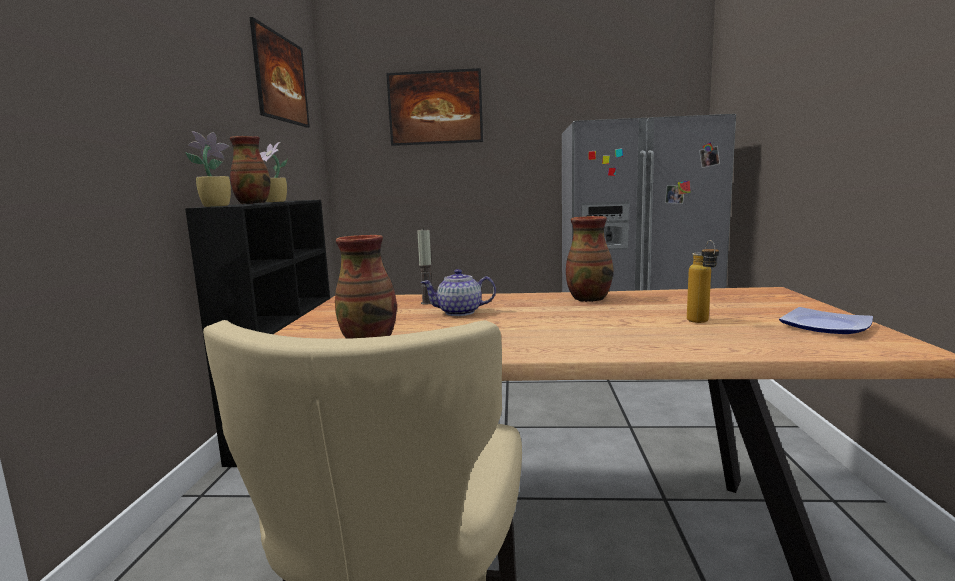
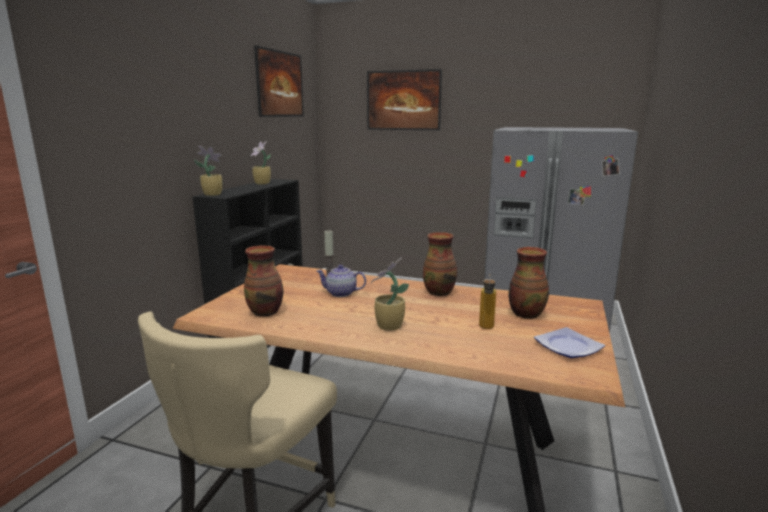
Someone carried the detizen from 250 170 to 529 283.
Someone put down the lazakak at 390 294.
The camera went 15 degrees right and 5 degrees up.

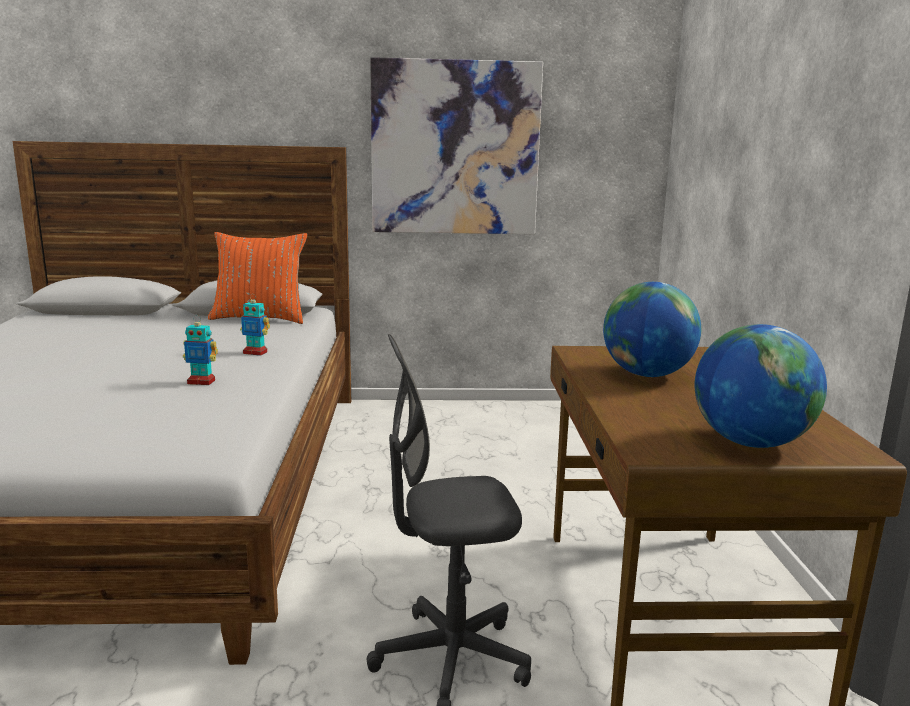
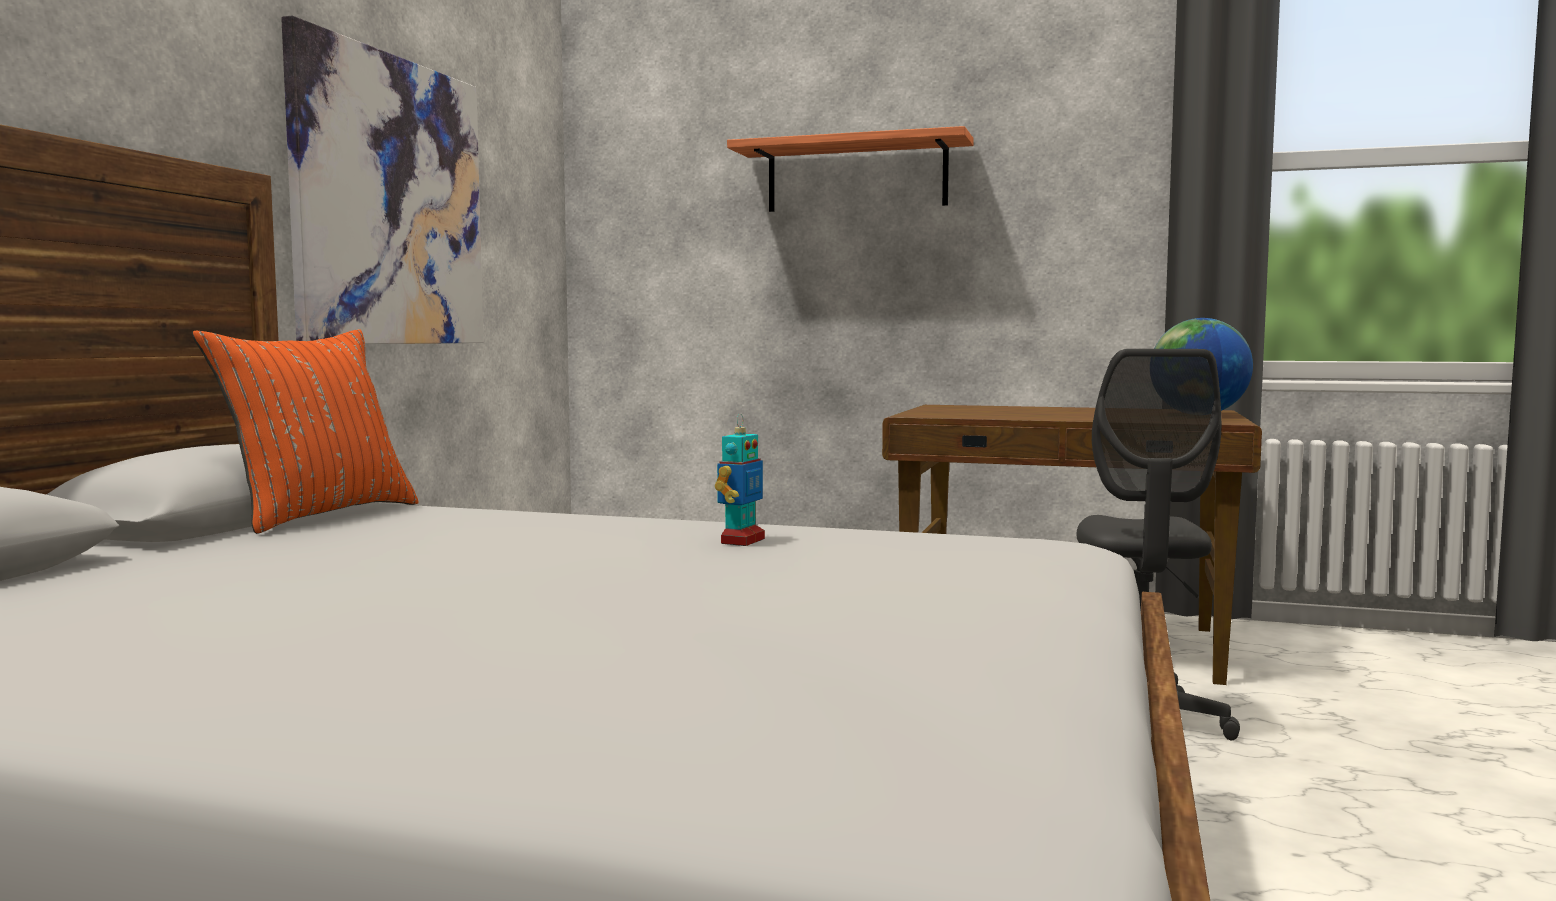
Someone took away the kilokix at 255 326.
Someone took away the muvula at 652 329.
Someone put up the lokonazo at 850 169.
The camera went 70 degrees left and 10 degrees down.

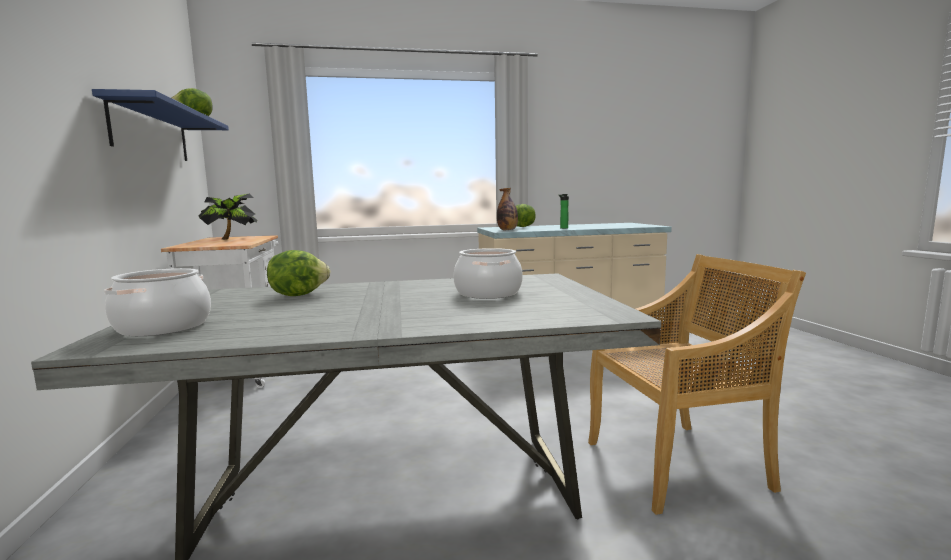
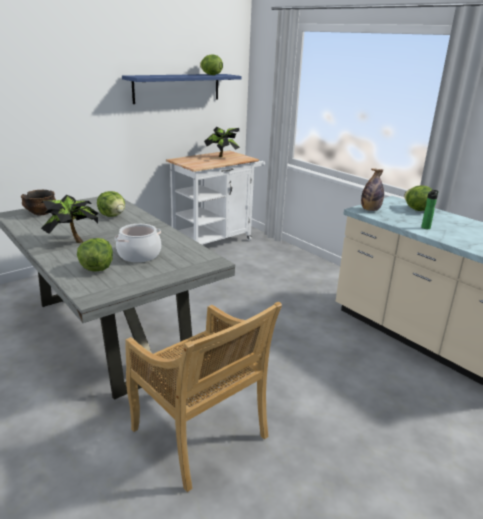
Someone swapped the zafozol at 157 302 for the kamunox at 38 202.
Someone put down the lazakak at 69 219.
Someone put down the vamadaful at 95 254.
The camera went 60 degrees right and 15 degrees up.

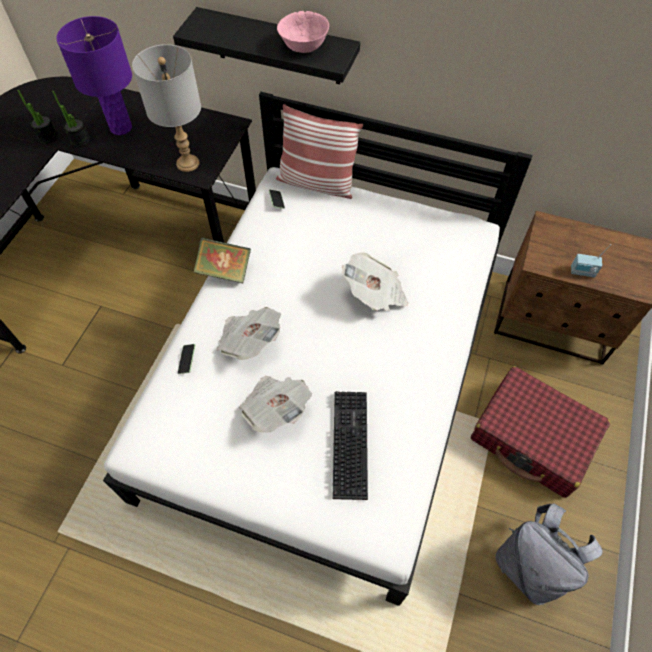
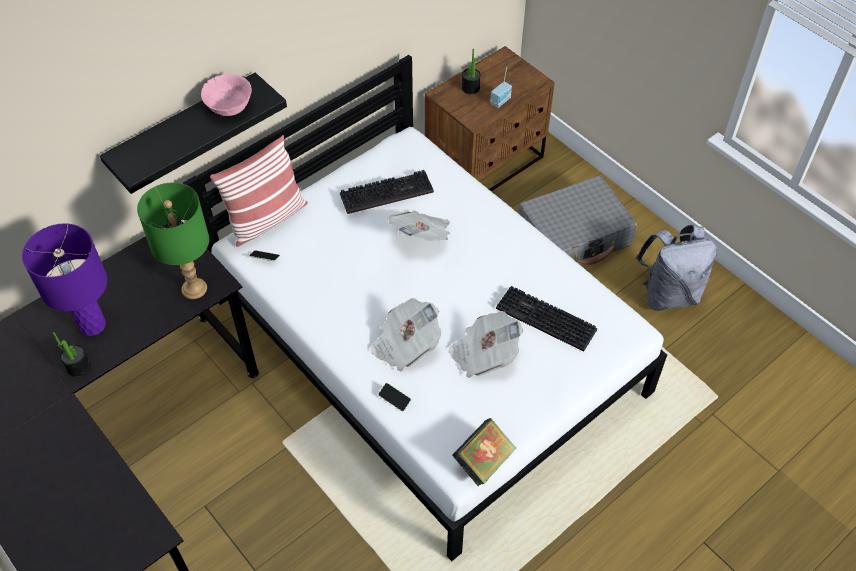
Someone carried the lazakak from 38 117 to 471 71.
Someone repainted the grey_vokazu at 166 108, which became the green_vokazu at 173 240.
Someone carried the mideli from 222 261 to 484 452.
Someone repainted the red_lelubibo at 540 432, which became the grey_lelubibo at 577 220.
Someone put down the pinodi at 387 192.
The camera went 60 degrees left and 5 degrees down.

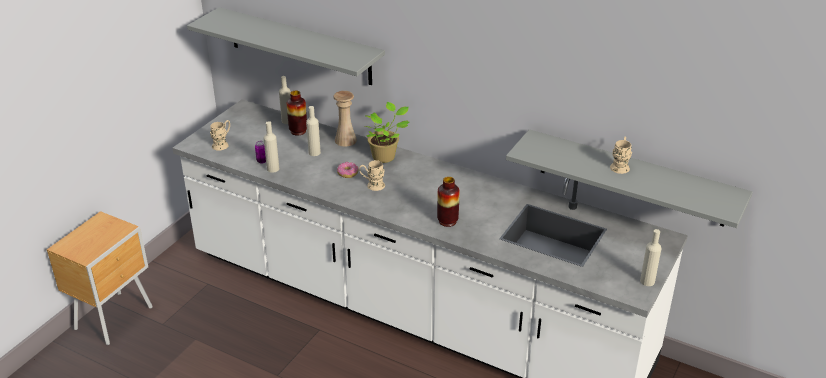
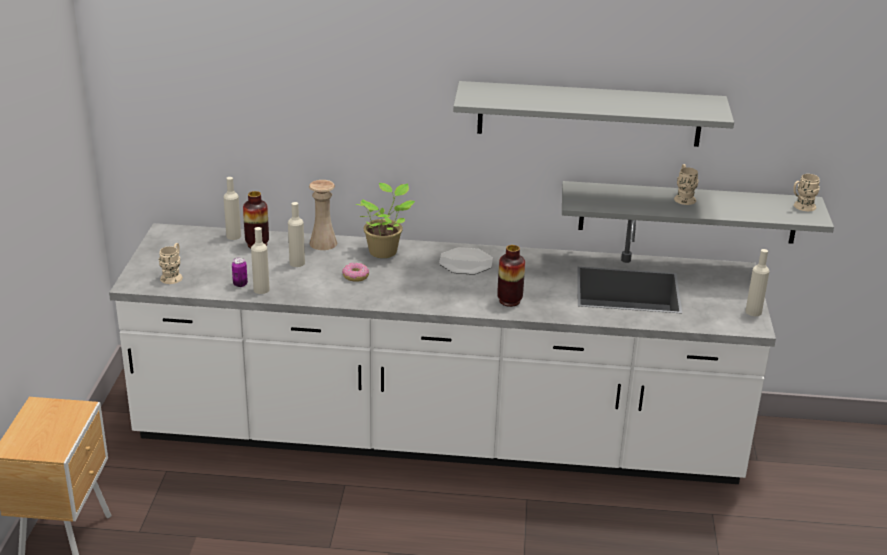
Someone carried the grey_lokonazo from 286 46 to 593 114.
Someone carried the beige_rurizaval from 372 175 to 806 192.
Someone put down the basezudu at 466 261.
The camera went 25 degrees left and 5 degrees down.

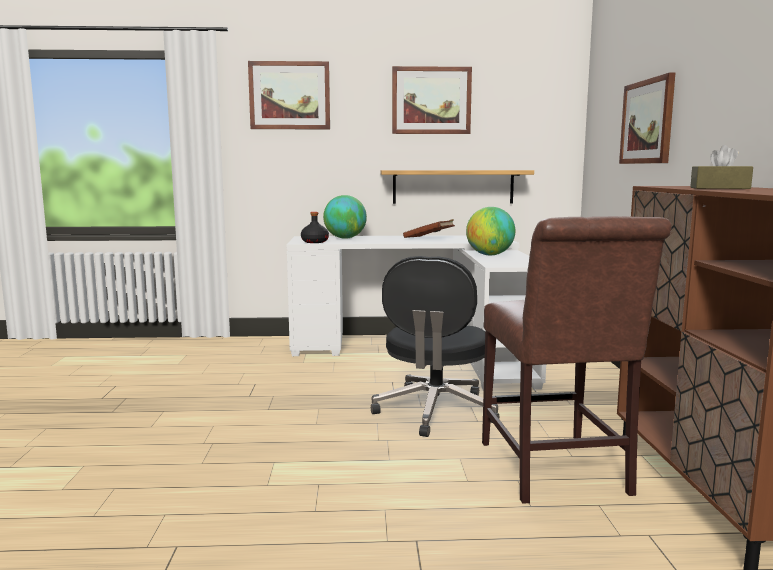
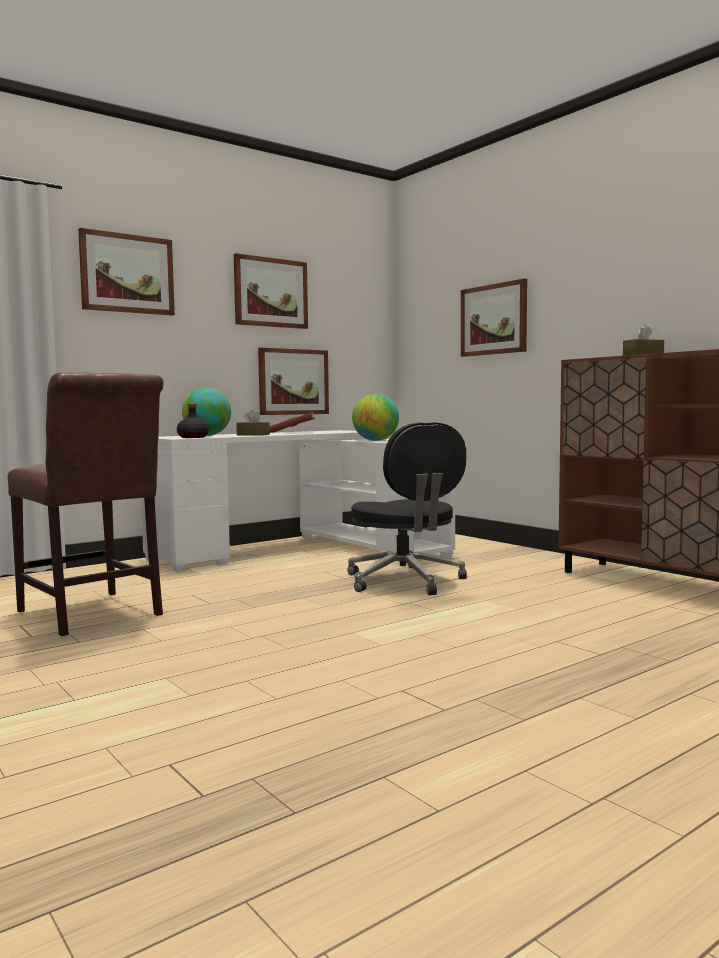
Someone swapped the lokonazo at 457 187 for the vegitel at 293 381.
Someone carried the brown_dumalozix from 577 360 to 85 504.
Someone put down the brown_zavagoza at 253 422.
The camera went 35 degrees left and 5 degrees down.

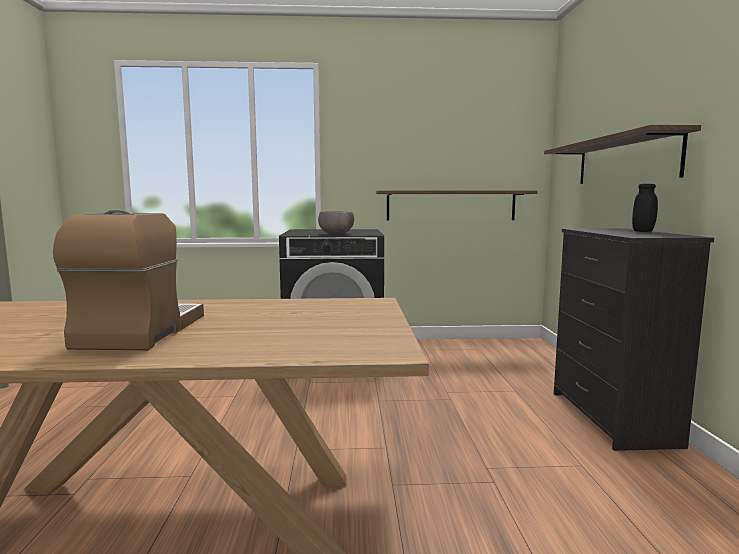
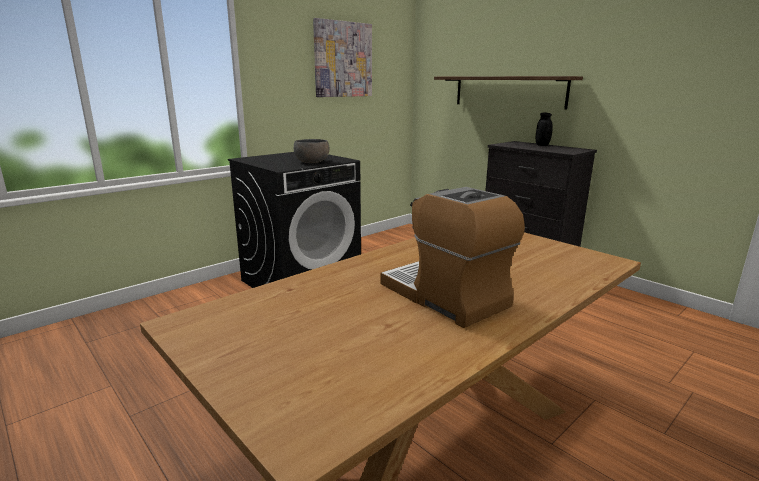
Someone took away the lokonazo at 457 205.
Someone put up the vegitel at 342 57.
The camera went 40 degrees left and 10 degrees up.

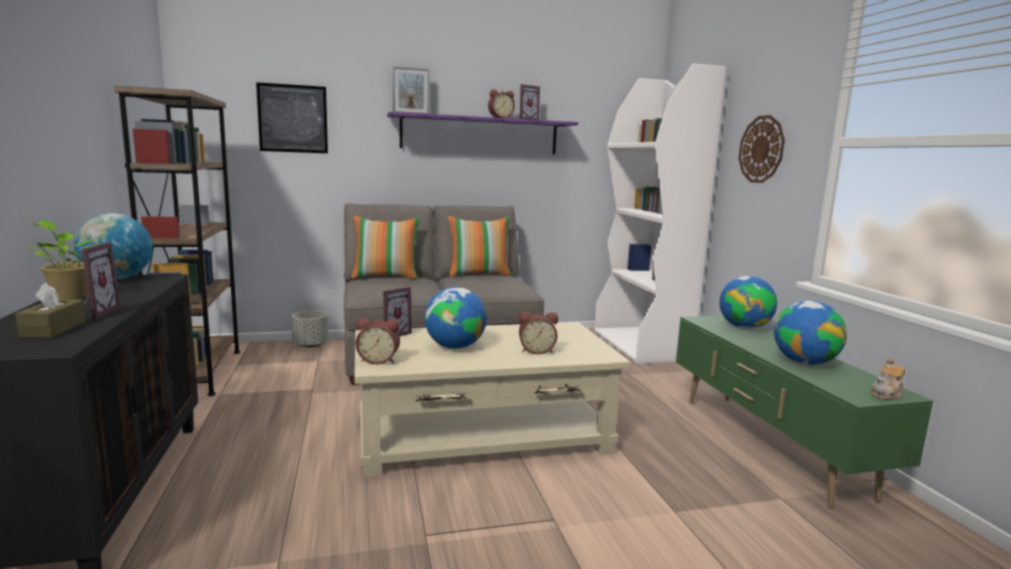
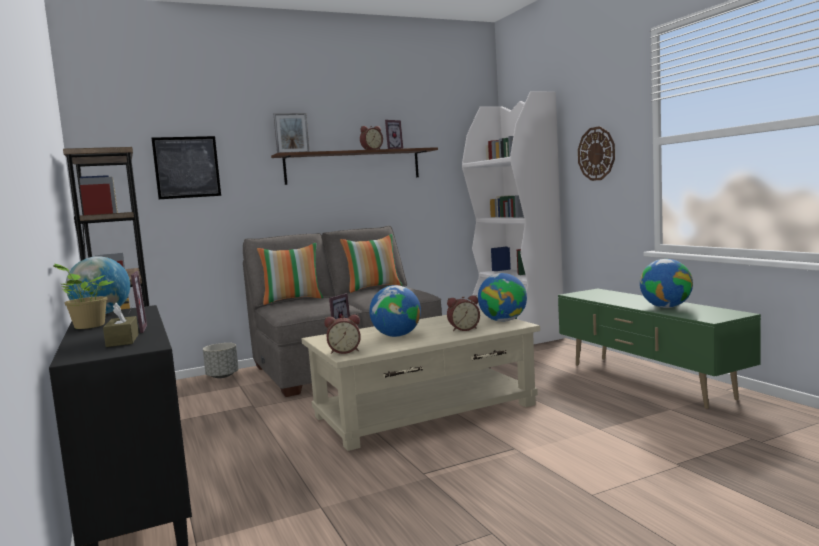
Someone repainted the purple_lokonazo at 482 133, which became the brown_lokonazo at 354 166.
Someone carried the muvula from 748 302 to 502 297.
Someone took away the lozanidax at 888 379.
The camera went 10 degrees left and 5 degrees down.

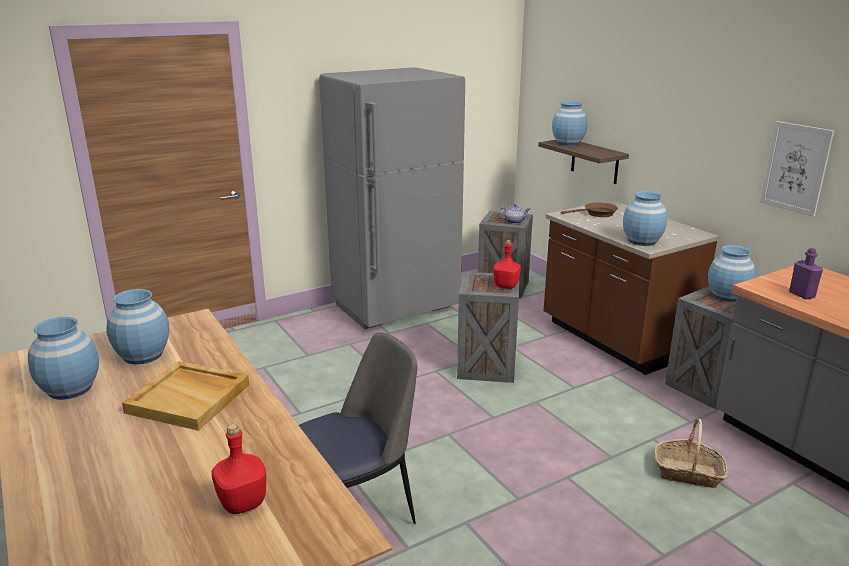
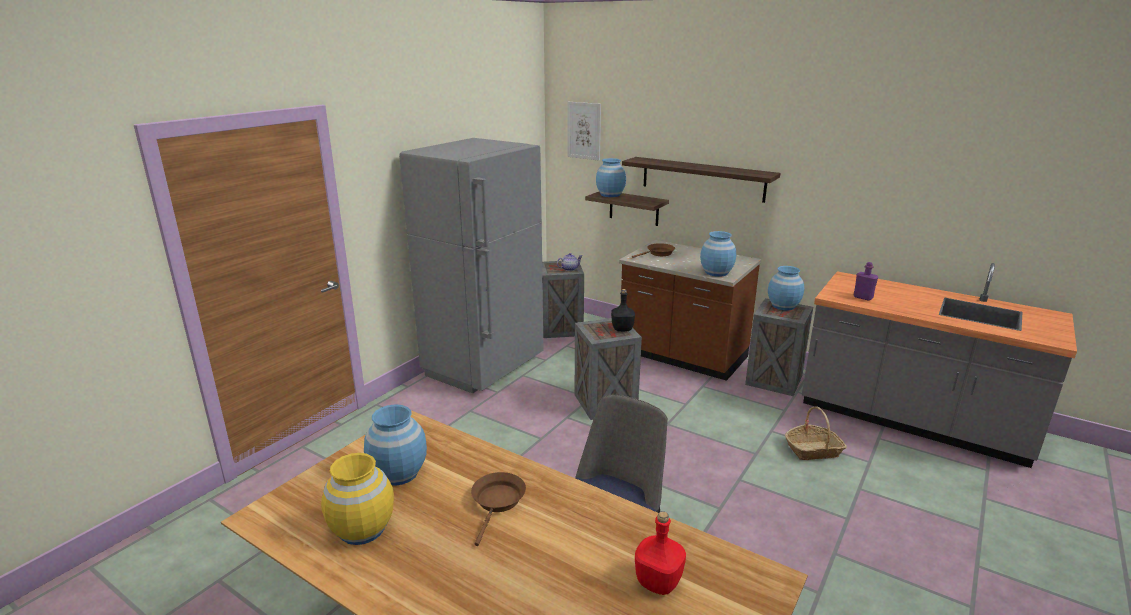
Someone repainted the blue_detizen at 63 358, which became the yellow_detizen at 357 499.
Someone swapped the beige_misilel at 185 396 for the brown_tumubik at 498 509.
Someone repainted the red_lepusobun at 507 264, which became the black_lepusobun at 623 310.
Someone carried the vegitel from 797 169 to 584 131.
Someone put up the lokonazo at 701 180.
The camera went 25 degrees left and 0 degrees up.

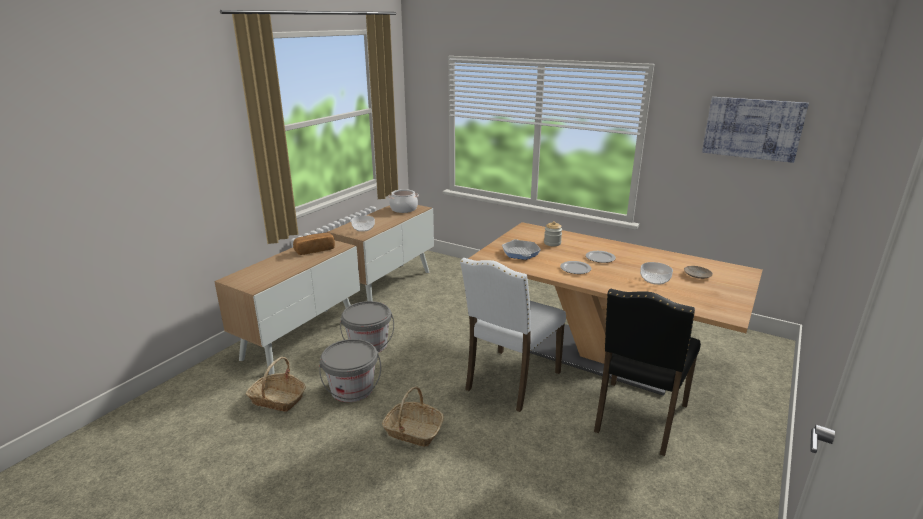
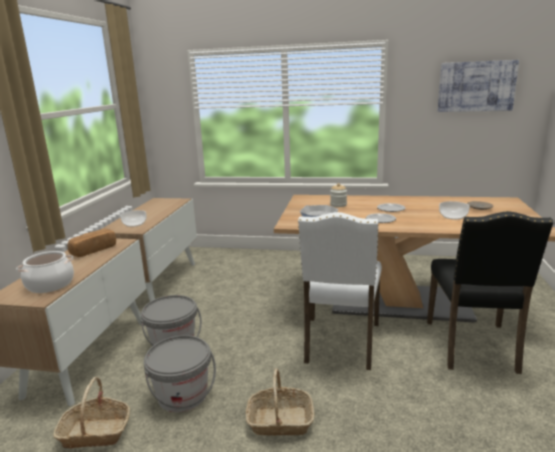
Someone carried the zafozol from 403 201 to 45 272.
The camera went 20 degrees left and 5 degrees down.

